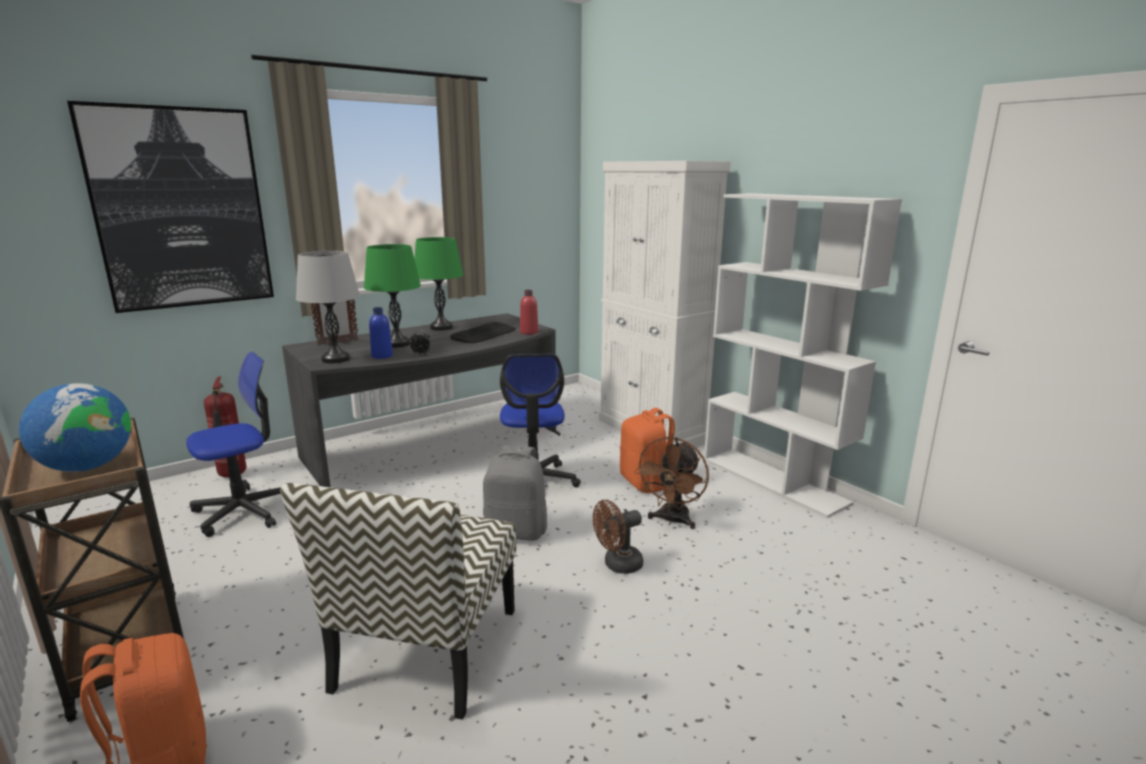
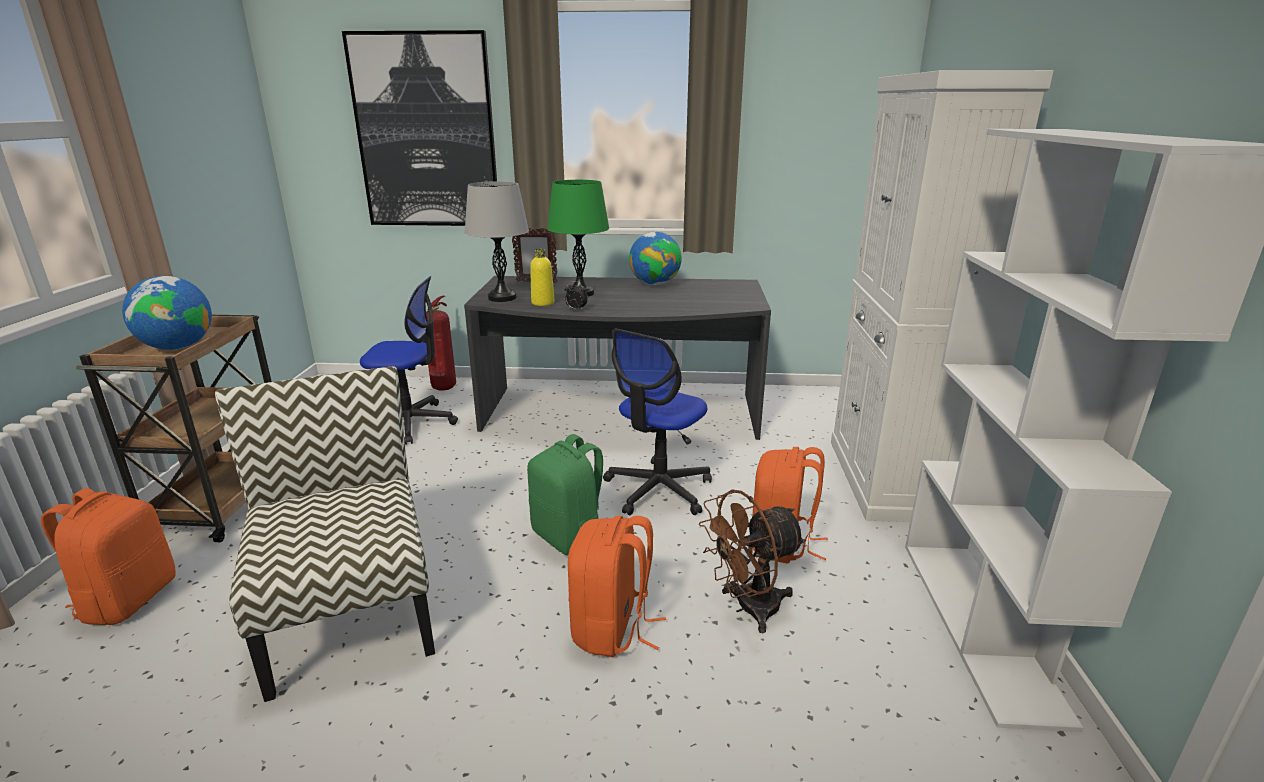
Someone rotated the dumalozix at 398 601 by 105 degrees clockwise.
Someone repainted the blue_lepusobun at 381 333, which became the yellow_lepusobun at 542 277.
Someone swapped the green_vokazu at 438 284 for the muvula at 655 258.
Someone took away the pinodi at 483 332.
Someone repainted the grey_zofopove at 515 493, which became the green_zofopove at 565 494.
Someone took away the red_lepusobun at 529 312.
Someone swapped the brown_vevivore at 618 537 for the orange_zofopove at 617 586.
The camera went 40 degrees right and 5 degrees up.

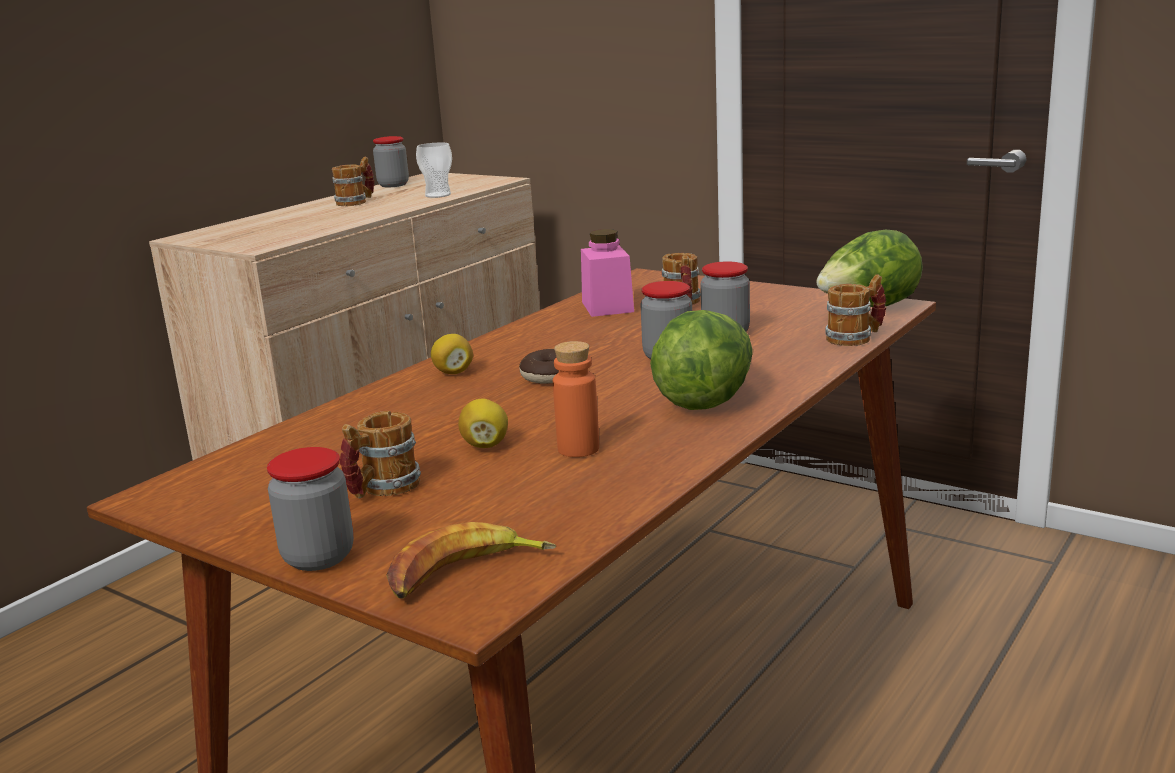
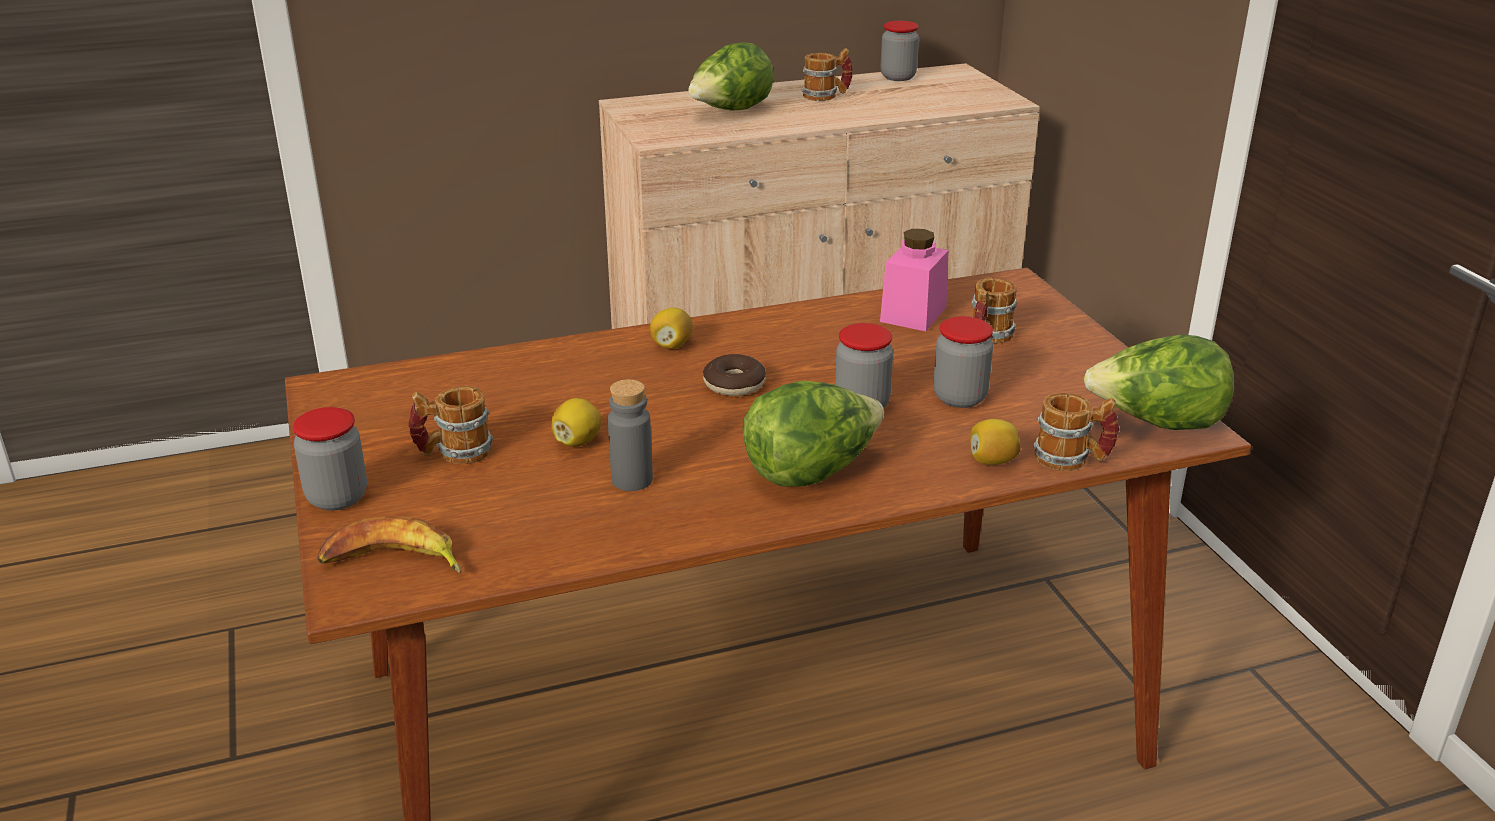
Someone took away the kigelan at 434 170.
Someone repainted the orange_lepusobun at 576 399, which became the grey_lepusobun at 630 435.
Someone put down the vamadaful at 731 76.
Someone put down the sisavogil at 995 442.
The camera went 35 degrees right and 10 degrees up.

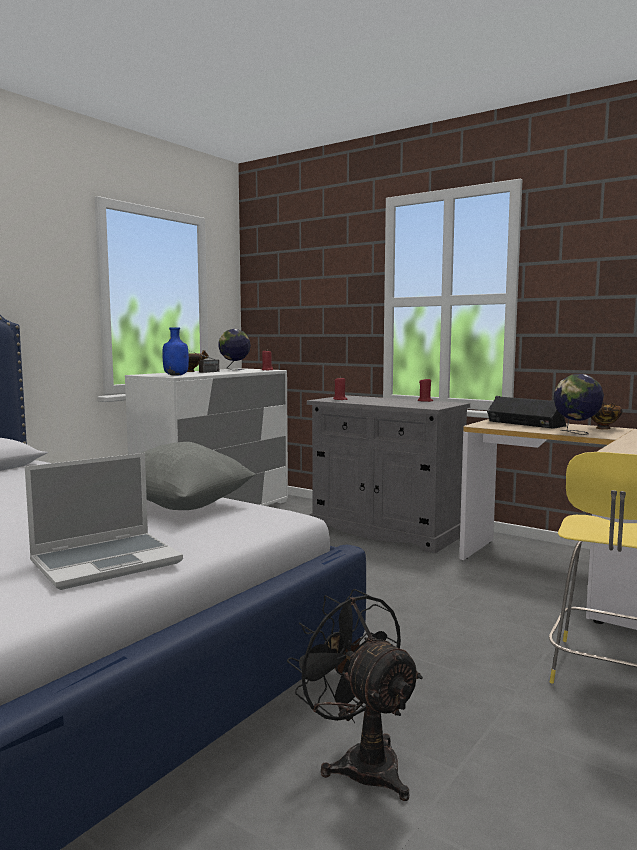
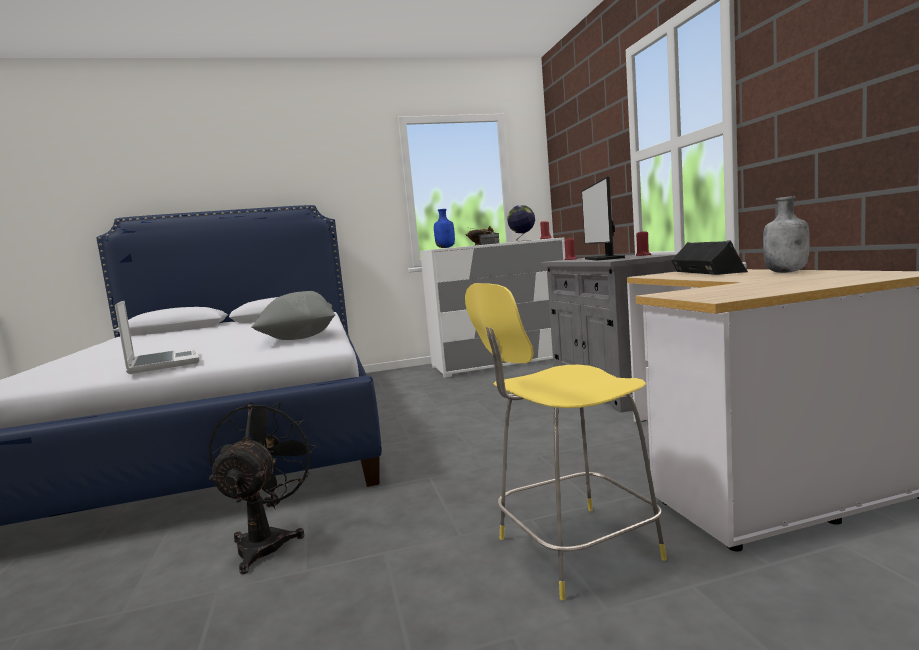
Someone rotated the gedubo at 104 521 by 120 degrees counterclockwise.
Someone took away the muvula at 578 404.
Someone swapped the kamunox at 606 416 for the grey_lepusobun at 786 234.
Someone put down the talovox at 603 219.
The camera went 40 degrees right and 0 degrees up.

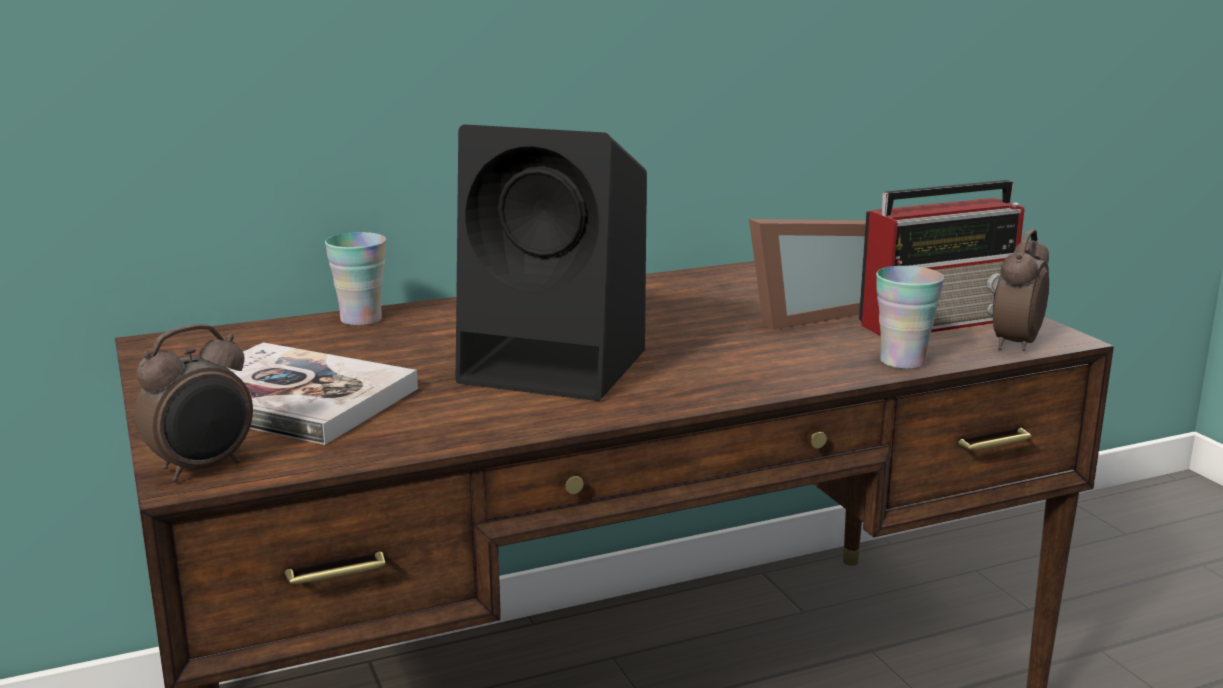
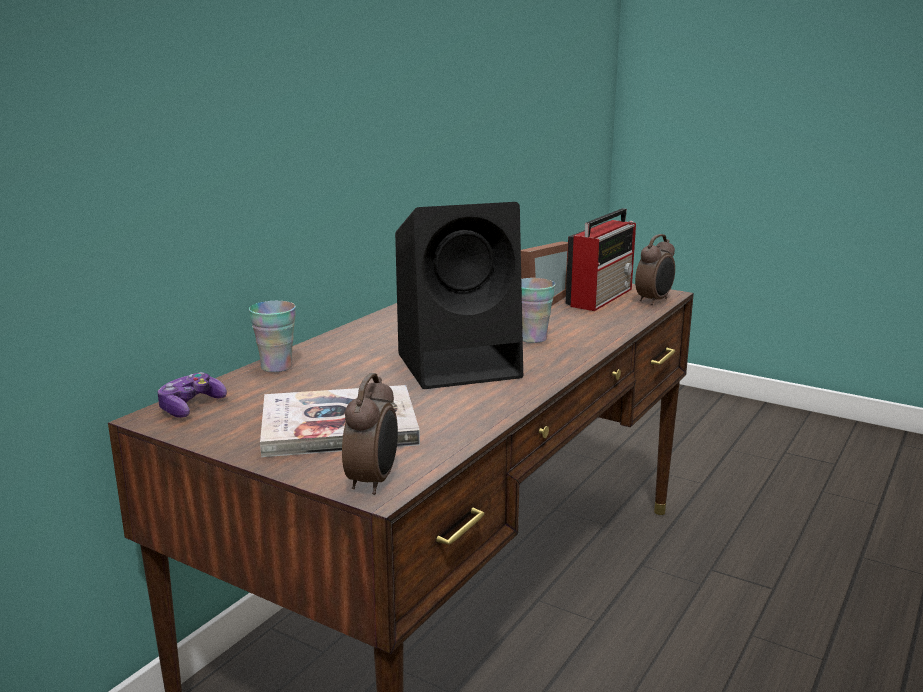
Someone carried the kigelan from 910 317 to 538 310.
Someone rotated the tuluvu at 1021 290 by 135 degrees counterclockwise.
Someone put down the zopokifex at 192 395.
The camera went 35 degrees left and 0 degrees up.

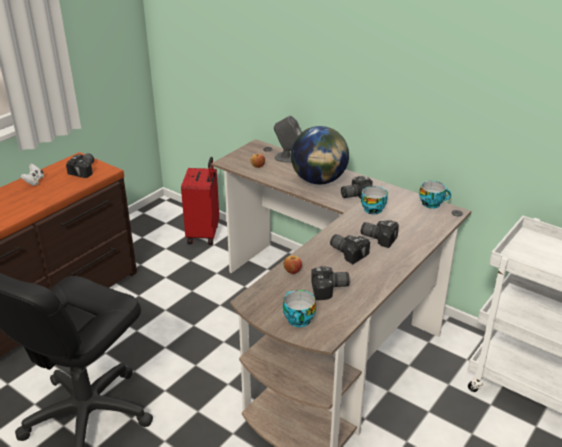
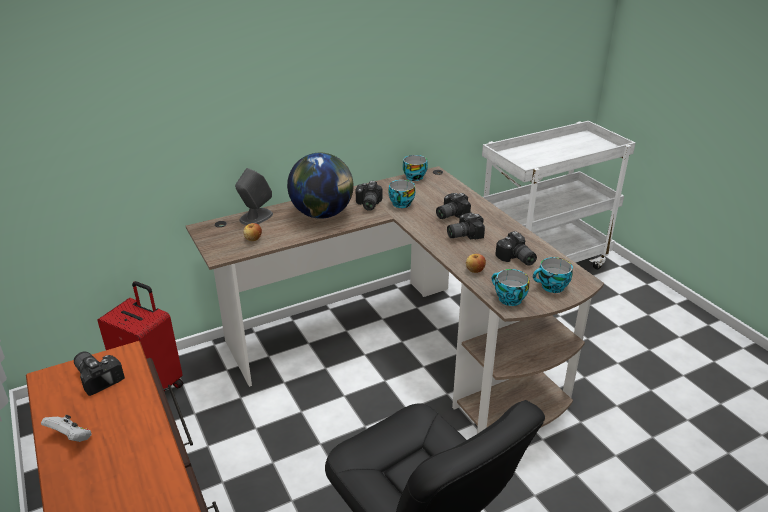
Someone rotated the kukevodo at 330 283 by 135 degrees clockwise.
Someone put down the kigelan at 510 287.
The camera went 65 degrees left and 0 degrees up.

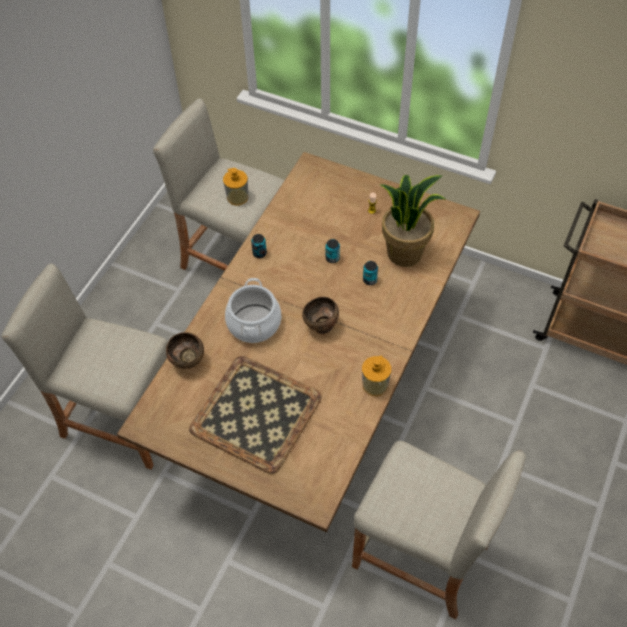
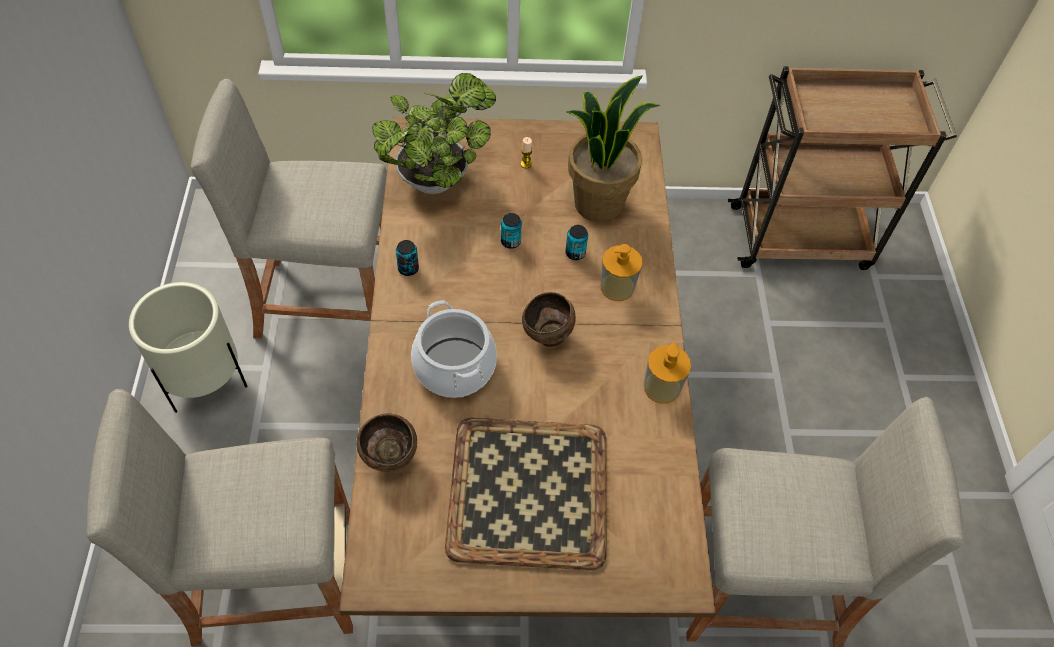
Someone carried the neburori from 235 186 to 621 272.
Someone put down the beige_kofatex at 188 347.
Someone put down the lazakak at 434 133.
The camera went 30 degrees left and 0 degrees up.

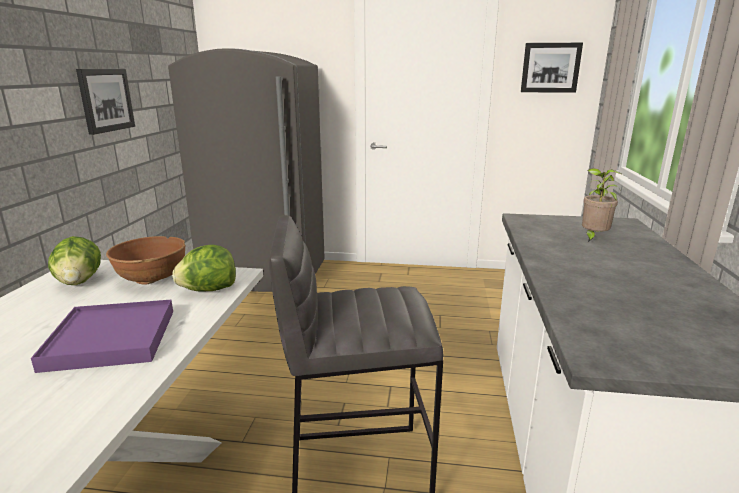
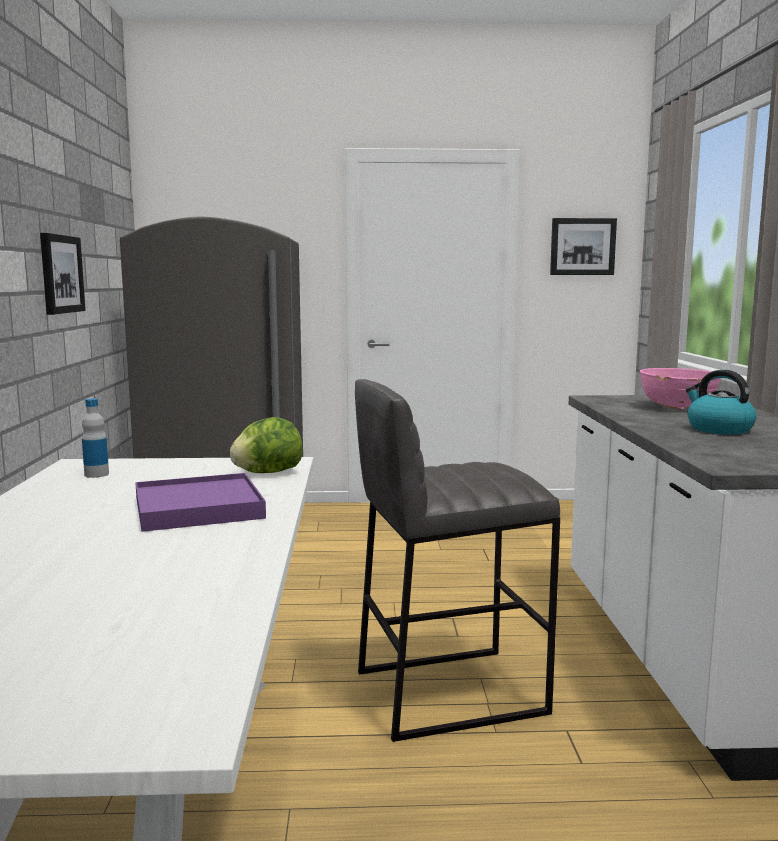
Someone swapped the vamadaful at 74 260 for the lepusobun at 95 438.
Someone took away the brown_kamunox at 146 260.
Someone swapped the lazakak at 602 205 for the pink_kamunox at 680 389.
Someone put down the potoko at 721 402.
The camera went 10 degrees left and 10 degrees down.

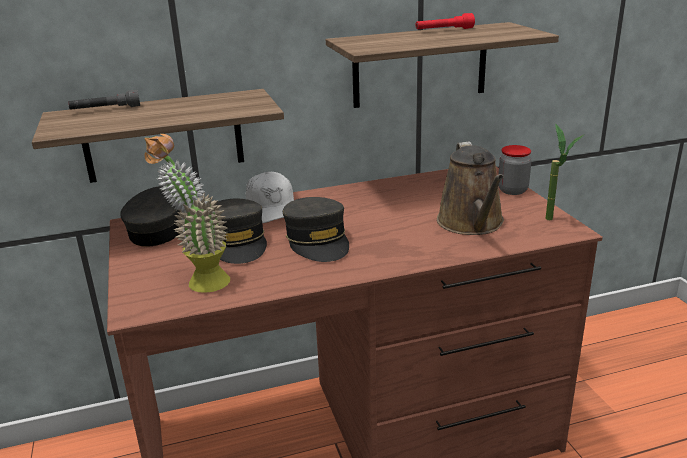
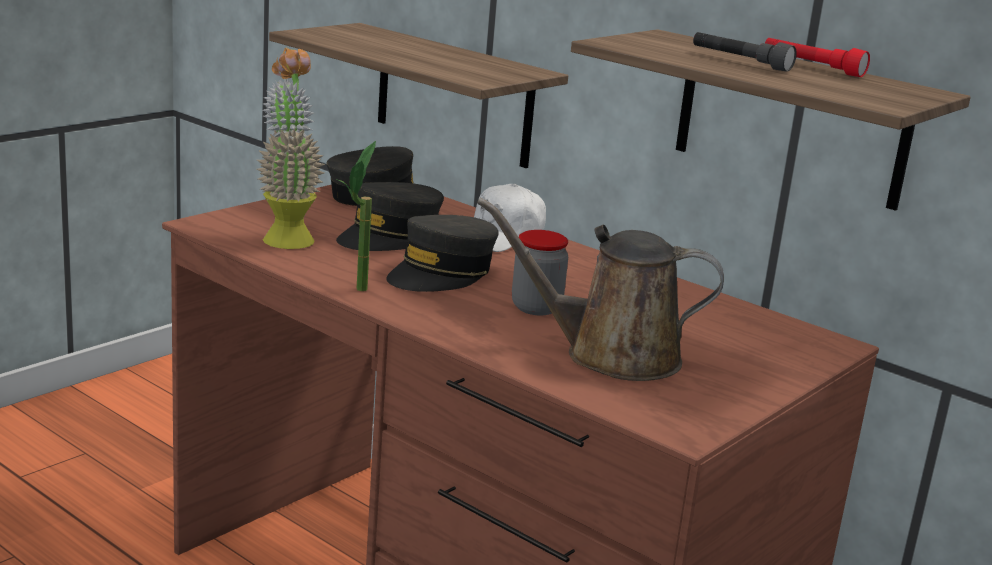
Someone carried the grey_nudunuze from 104 100 to 745 52.
Someone rotated the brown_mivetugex at 470 188 by 45 degrees clockwise.
Someone carried the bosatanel from 515 170 to 540 272.
Someone carried the lazakak from 564 171 to 356 216.
The camera went 55 degrees right and 5 degrees down.

